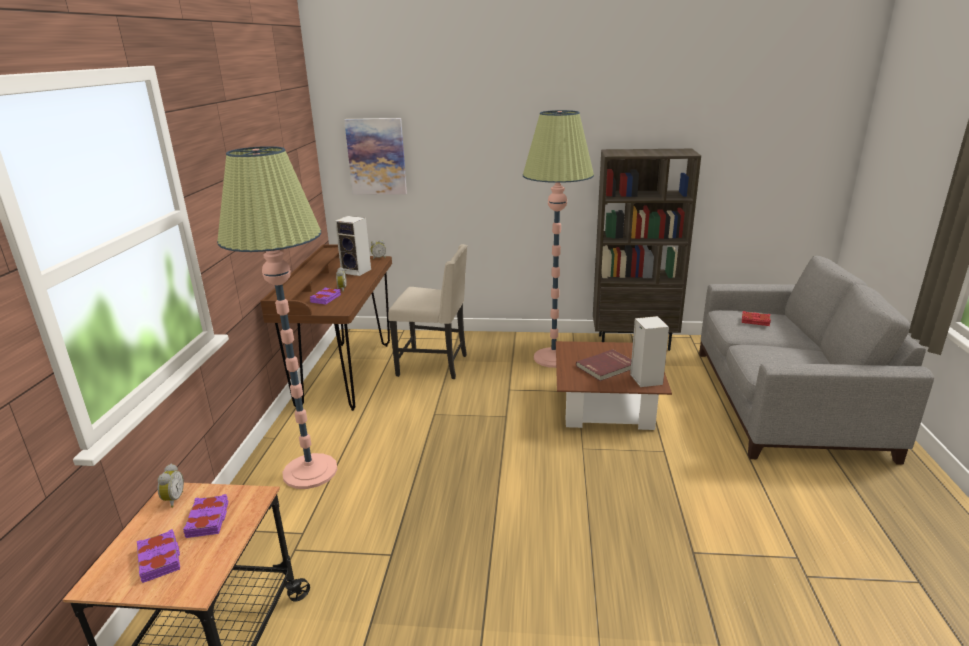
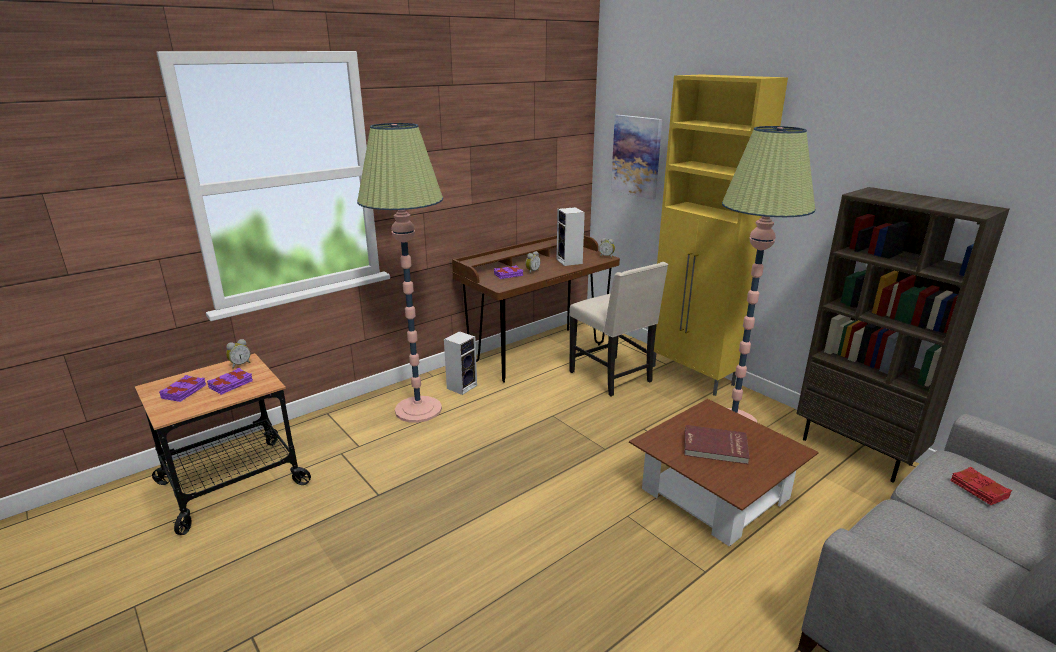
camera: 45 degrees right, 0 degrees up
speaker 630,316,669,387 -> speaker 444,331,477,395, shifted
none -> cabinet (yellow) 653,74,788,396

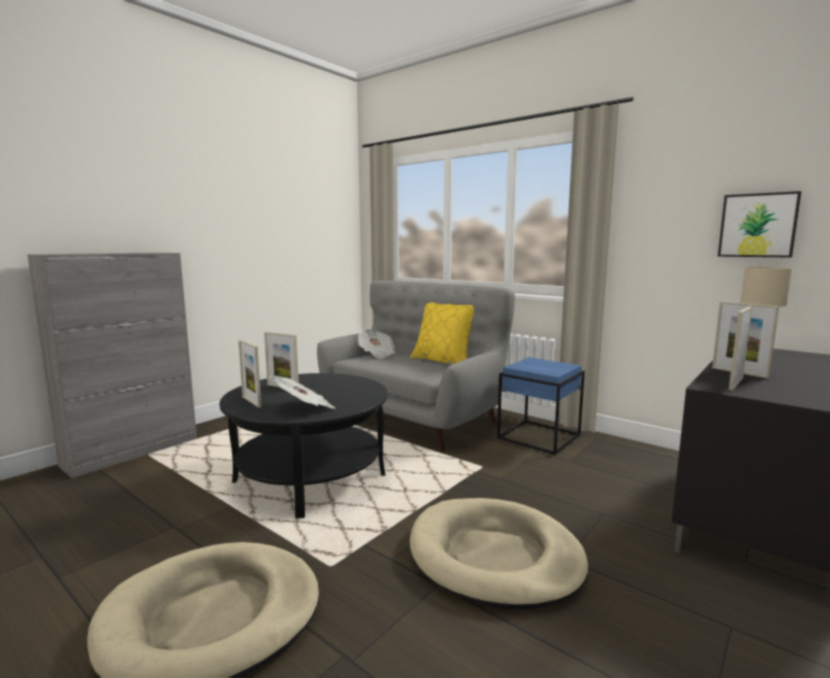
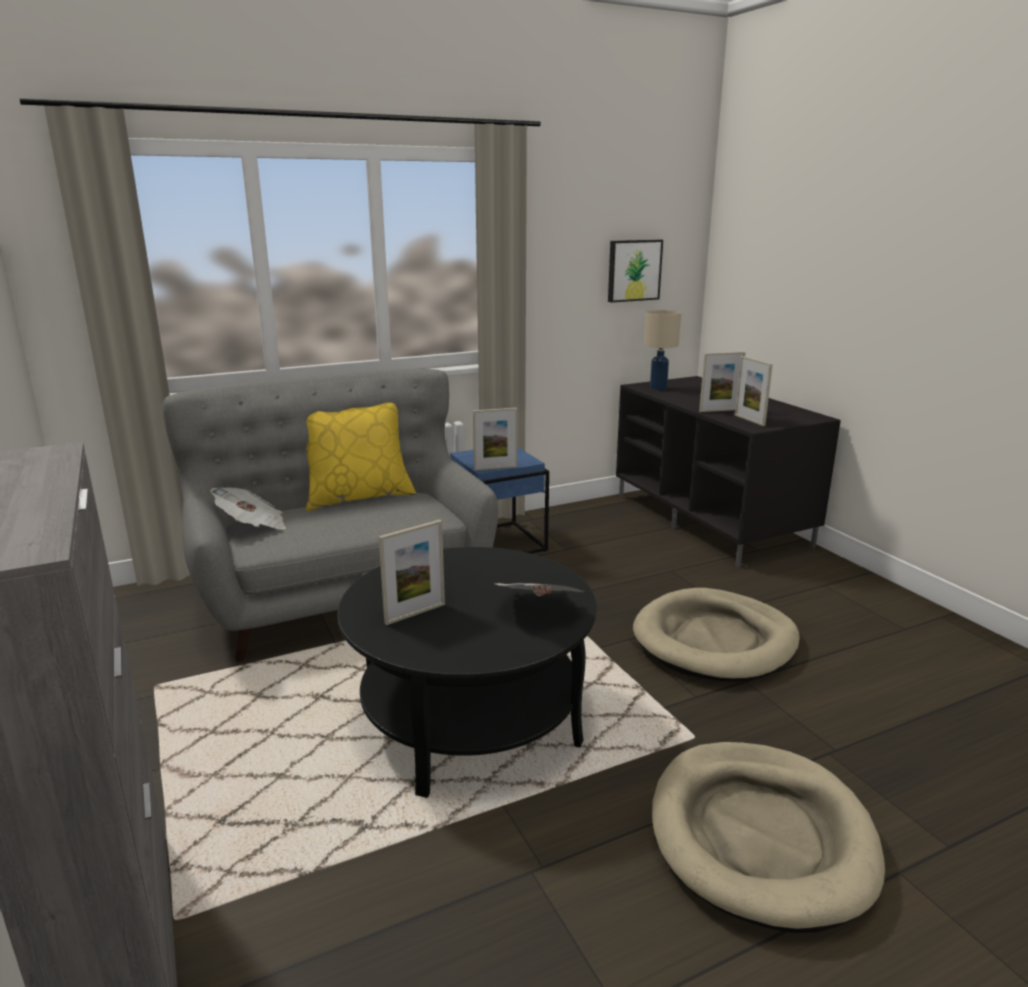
camera: 65 degrees left, 10 degrees up
picture frame 238,339,261,408 -> picture frame 473,408,517,471, shifted

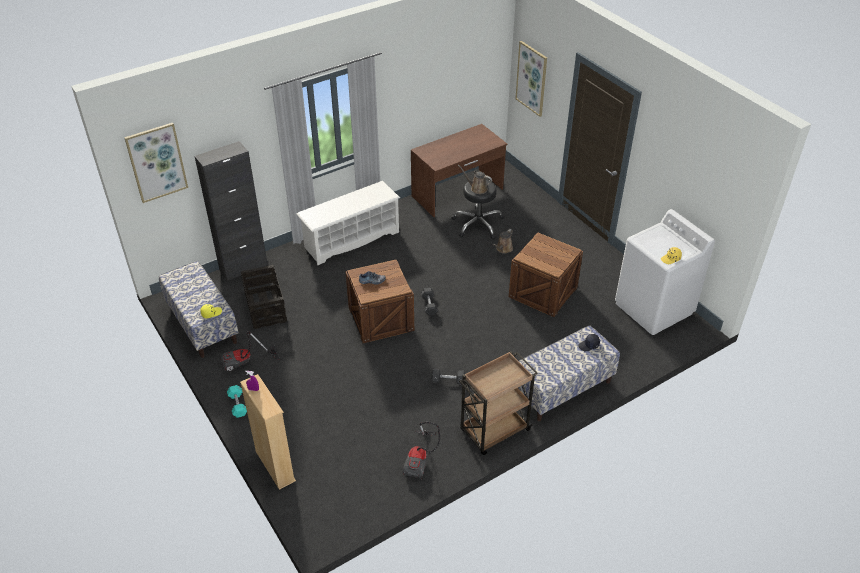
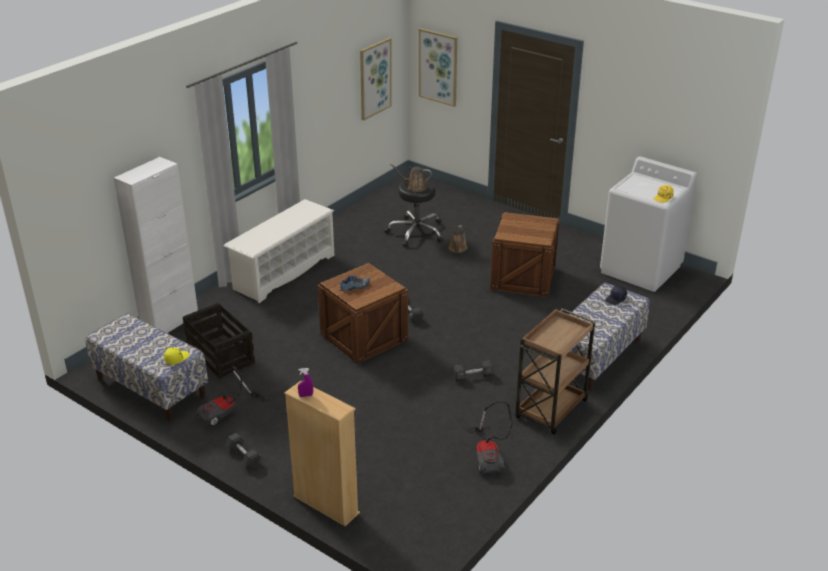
camera: 20 degrees left, 10 degrees down
cabinet (black) 194,141,268,281 -> cabinet (white) 114,157,198,333
dumbbell (turquoise) 227,385,247,418 -> dumbbell (black) 225,433,262,469
picture 124,123,188,203 -> picture 360,38,392,120, shifted
desk (brown) 411,124,507,217 -> none

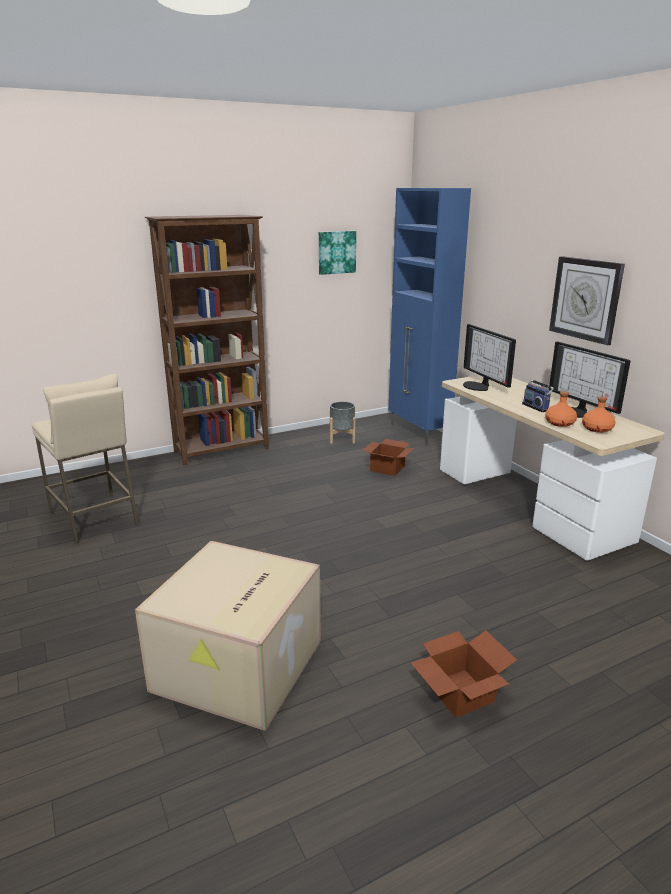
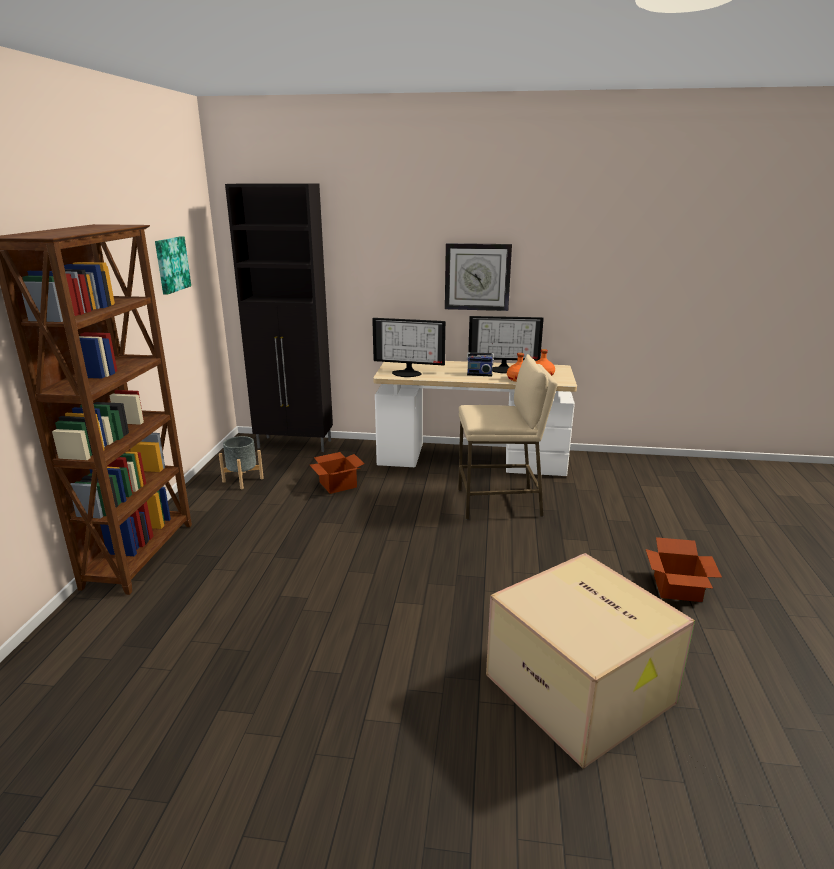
camera: 55 degrees left, 0 degrees up
cabinet (blue) 389,188,471,445 -> cabinet (black) 225,183,333,452
stool (beige) 32,374,139,543 -> stool (beige) 458,354,558,520, shifted

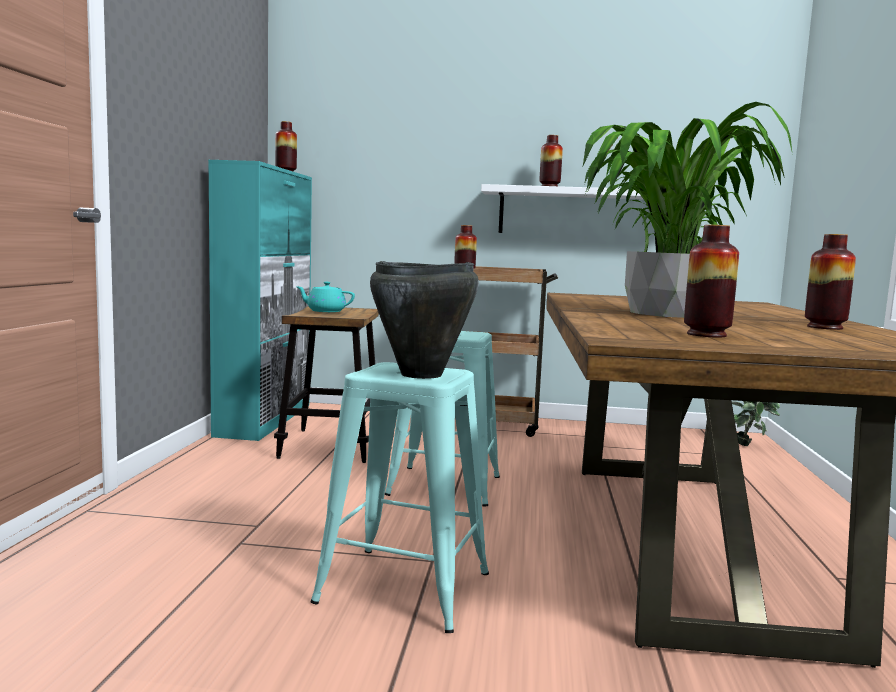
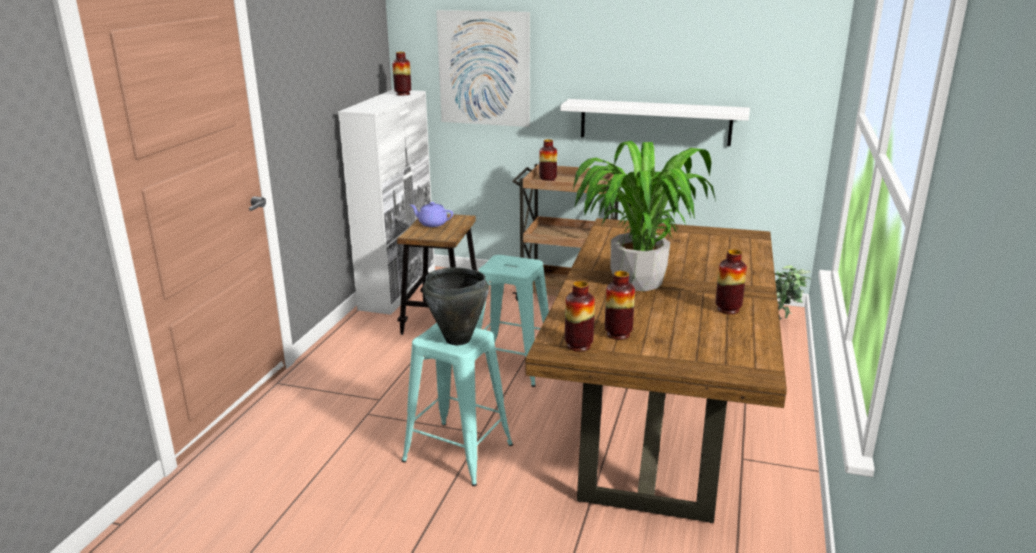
camera: 10 degrees right, 15 degrees up
cabinet (turquoise) 208,160,312,441 -> cabinet (white) 338,89,435,315
teapot (turquoise) 296,282,355,312 -> teapot (purple) 410,202,453,227
none -> picture 436,10,530,127
vase 540,135,563,186 -> vase 565,281,595,352, shifted

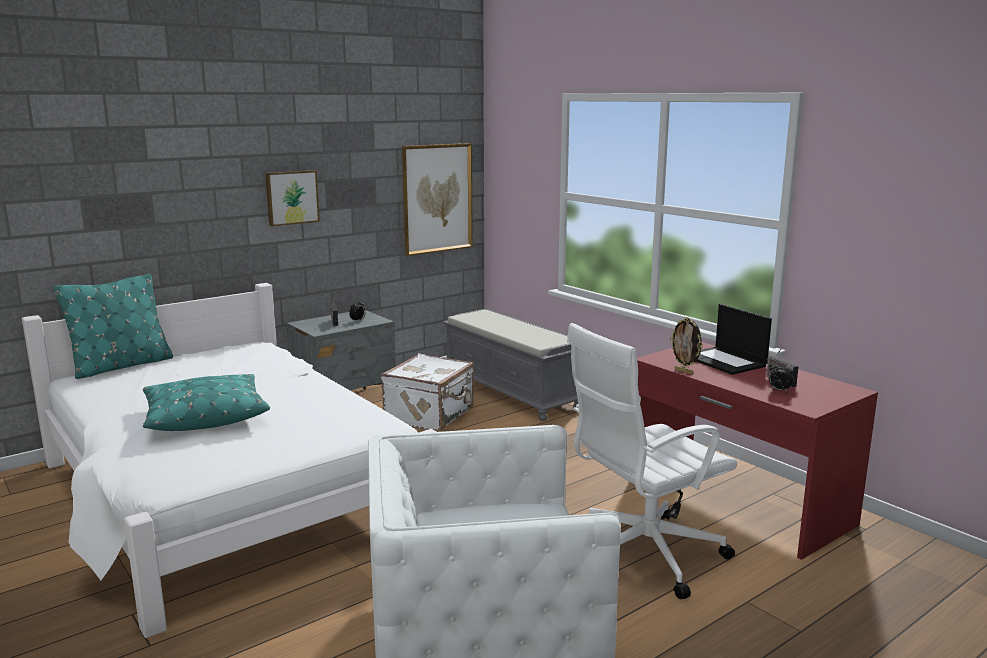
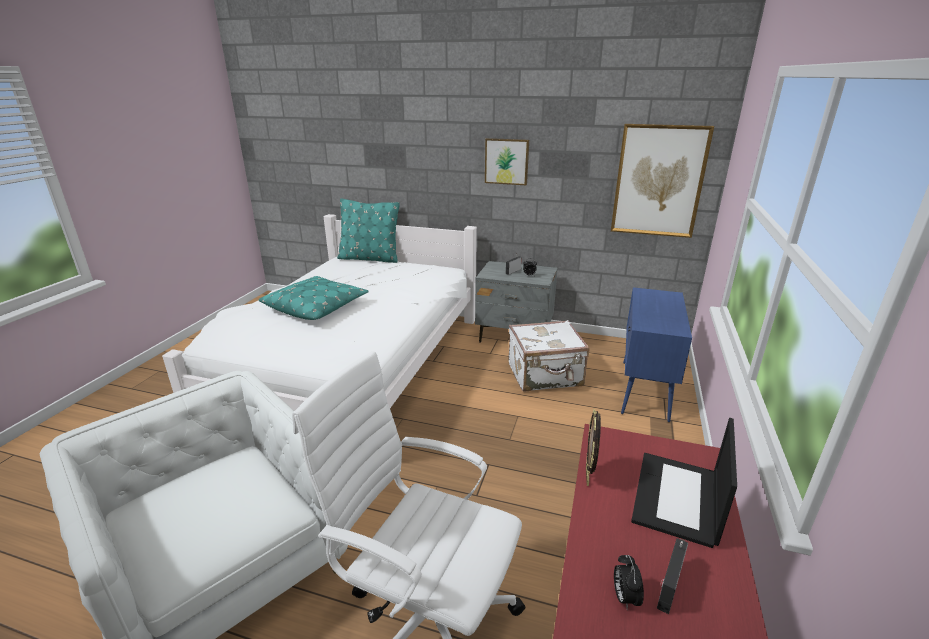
camera: 55 degrees right, 10 degrees up
bench (grey) 442,309,578,421 -> cabinet (blue) 621,287,692,422

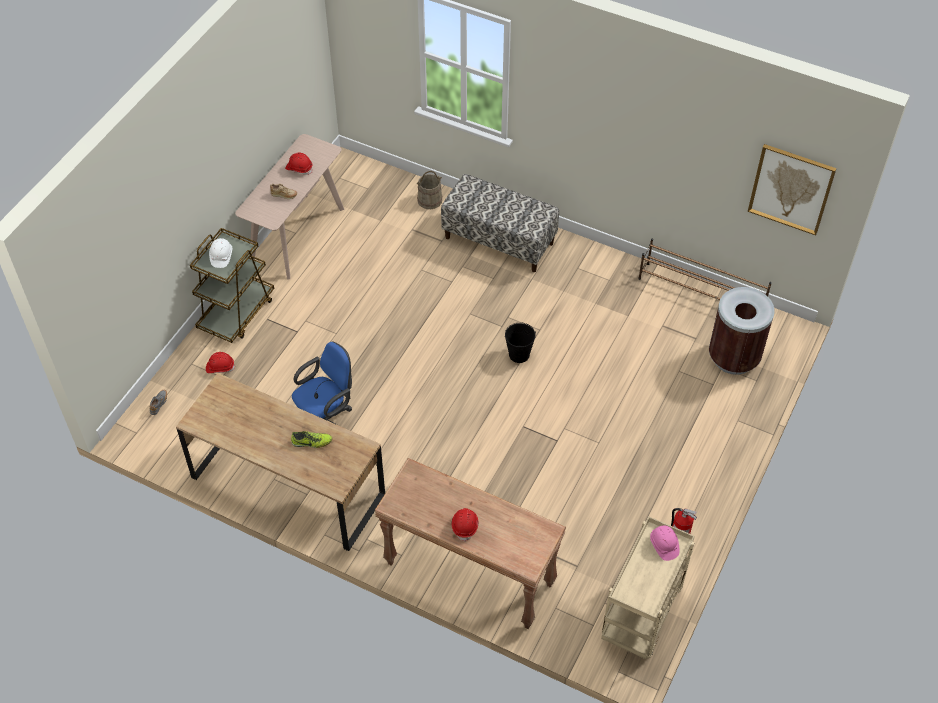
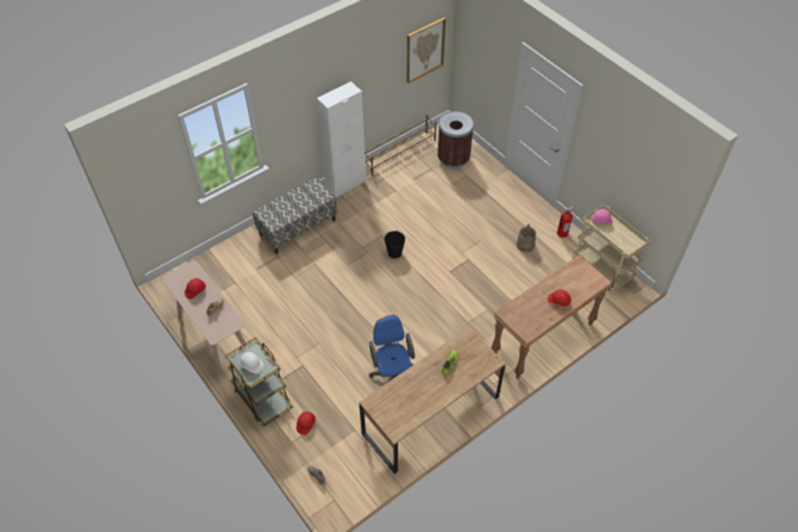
camera: 65 degrees left, 0 degrees up
none -> cabinet (white) 317,81,366,198
bucket (beige) 417,171,442,209 -> bucket (beige) 516,224,536,252, shifted

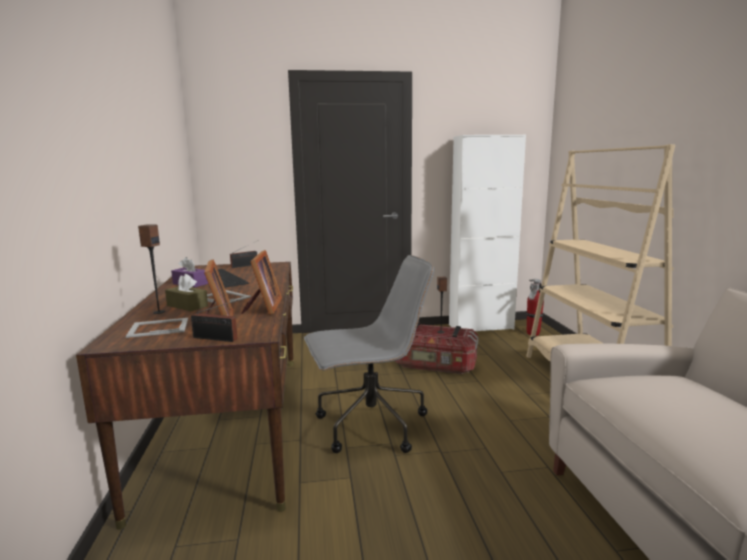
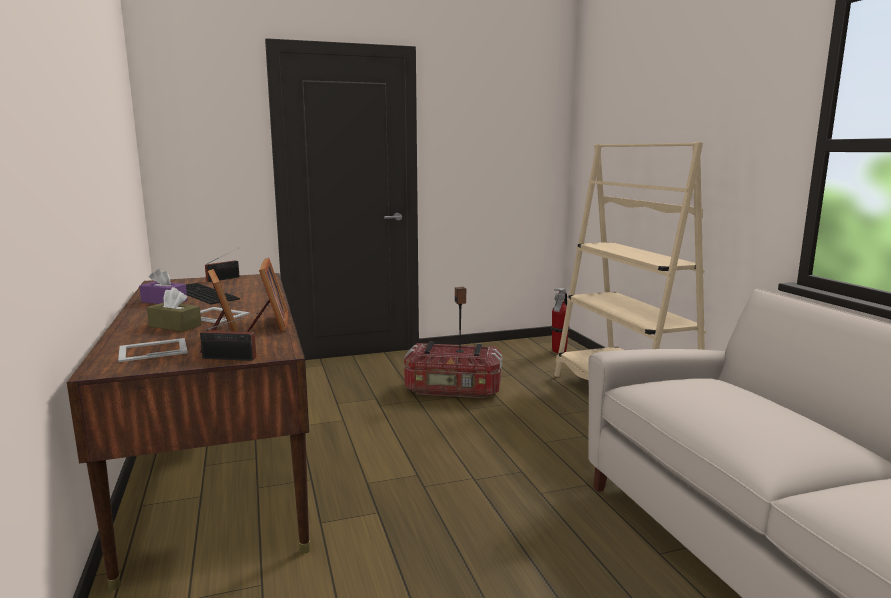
camera: 10 degrees left, 0 degrees up
speaker 138,224,165,314 -> none
office chair (grey) 304,255,434,453 -> none
cabinet (white) 449,135,526,331 -> none

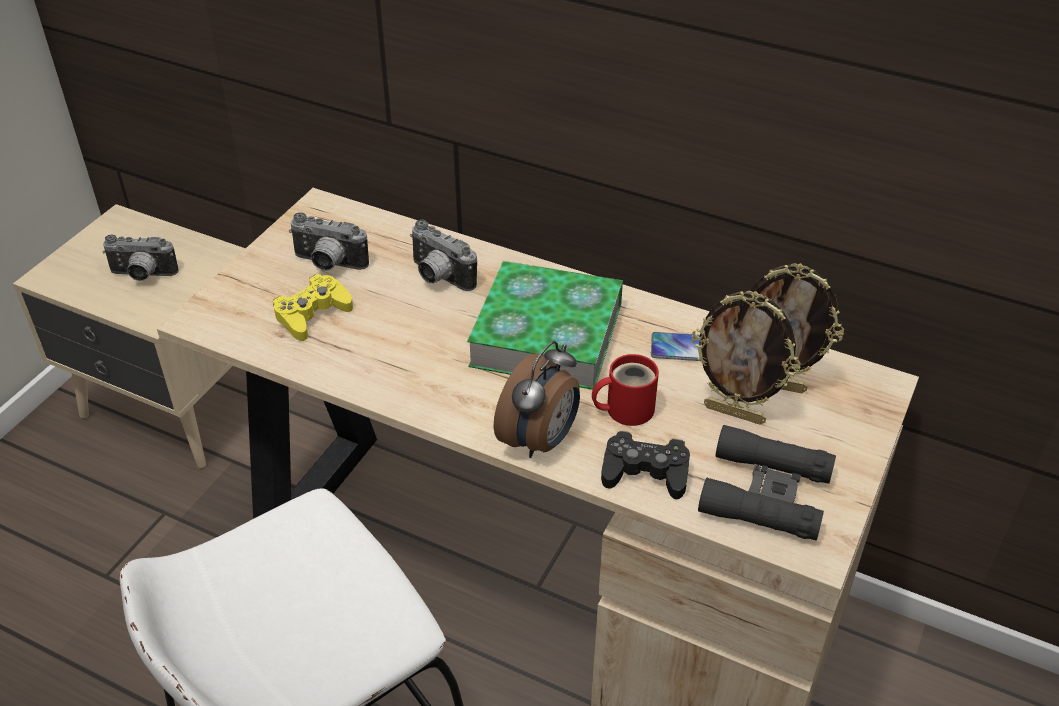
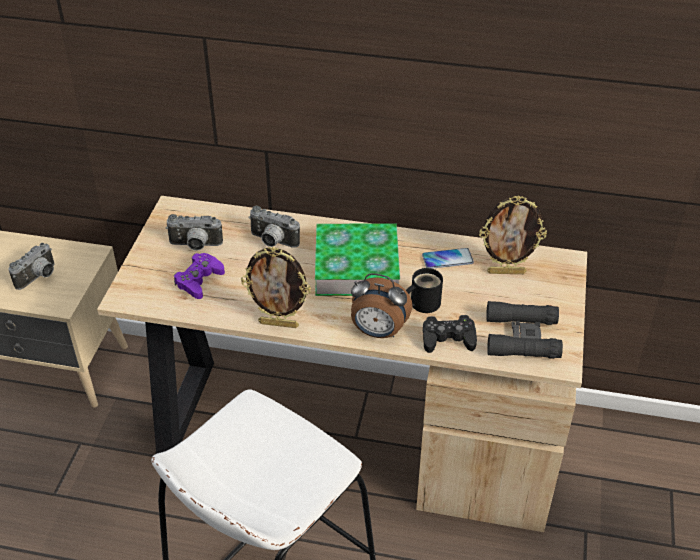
camera: 15 degrees left, 0 degrees up
photo camera 103,235,179,281 -> photo camera 8,243,55,290, 45 degrees counterclockwise
game controller (yellow) 273,274,353,341 -> game controller (purple) 174,253,225,299
picture frame 692,291,800,425 -> picture frame 241,247,311,328, shifted
alarm clock 494,341,580,458 -> alarm clock 351,273,412,338, 90 degrees clockwise
mug (red) 592,354,659,426 -> mug (black) 406,268,443,313

